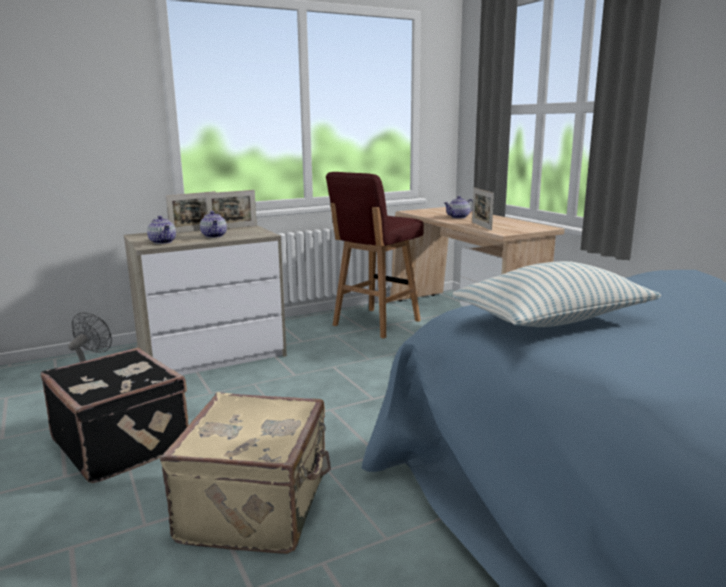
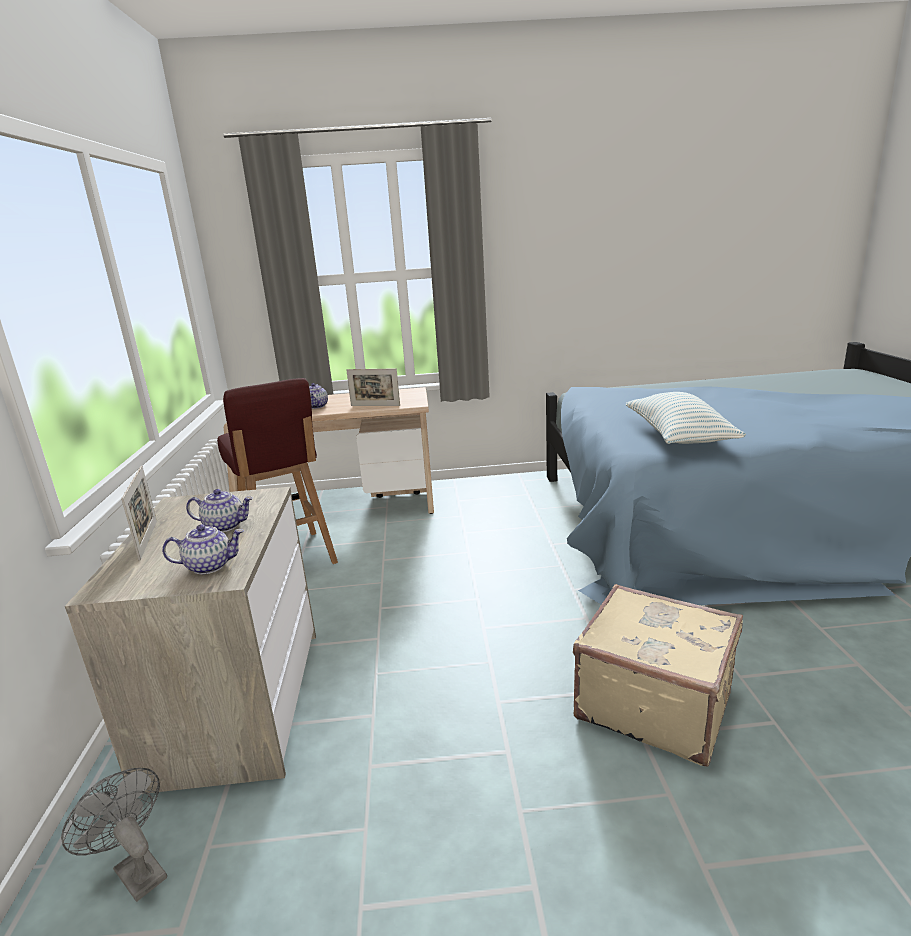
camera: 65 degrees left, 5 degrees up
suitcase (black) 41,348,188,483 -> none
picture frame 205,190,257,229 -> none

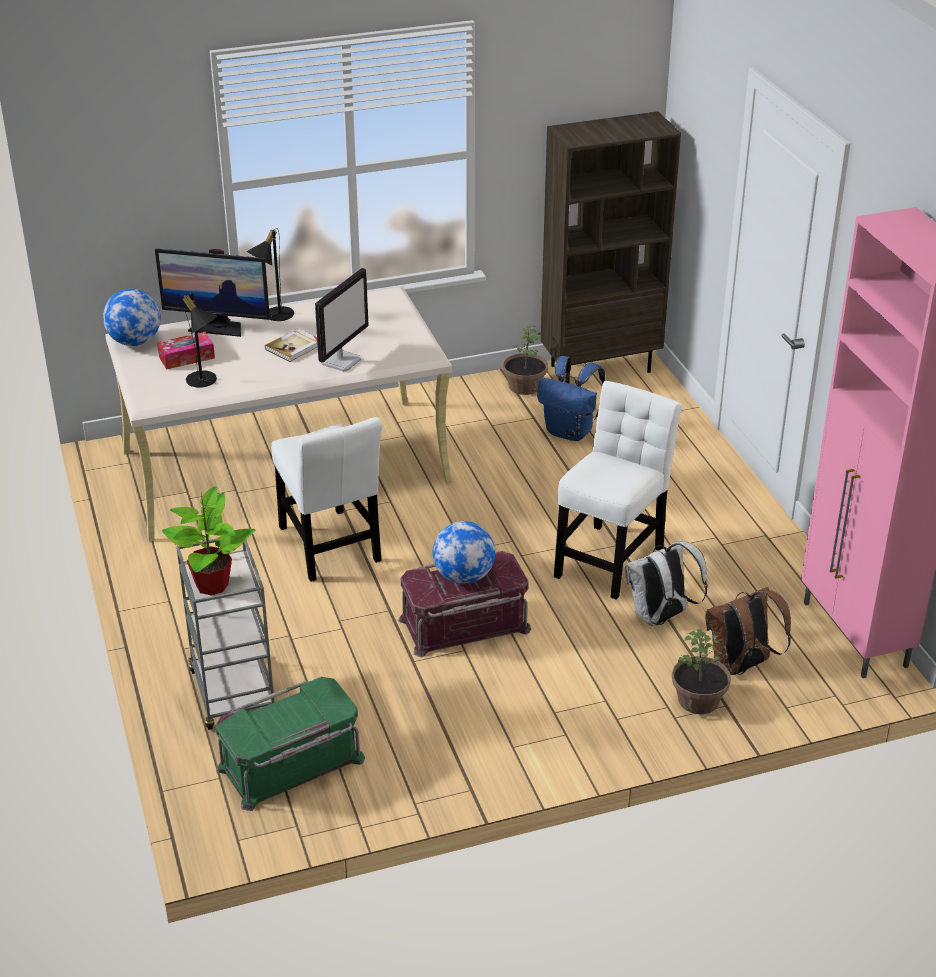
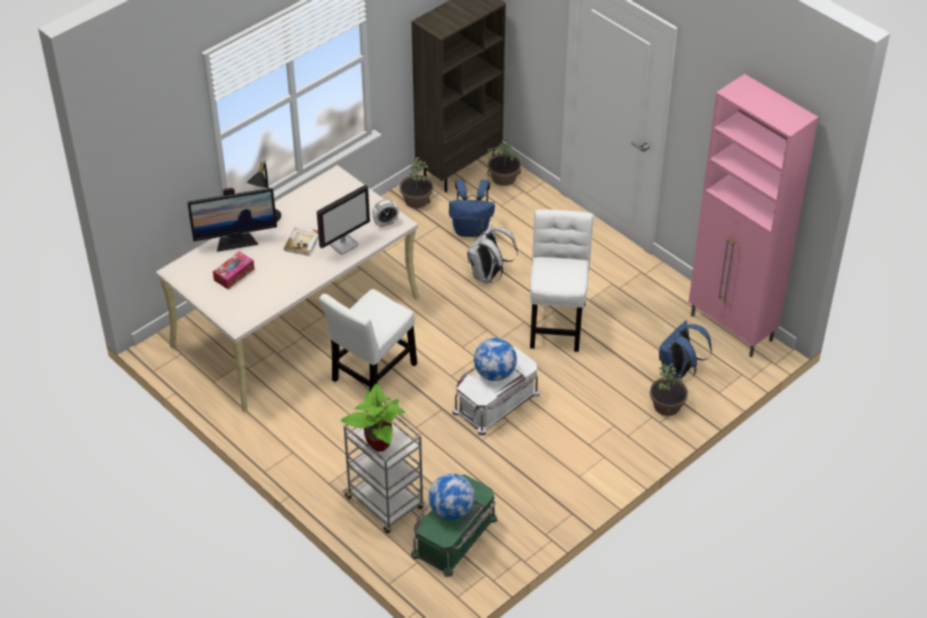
camera: 25 degrees left, 10 degrees up
monitor 315,268,369,372 -> monitor 317,185,370,255, 45 degrees clockwise
chair (white) 271,417,382,582 -> chair (white) 319,289,417,391, 90 degrees clockwise
none -> alarm clock 372,199,399,227
globe 103,289,161,346 -> globe 429,473,475,520, shifted
storage box (red) 398,551,531,657 -> storage box (white) 453,347,540,436
backpack (white) 625,539,708,626 -> backpack (white) 467,225,518,284, shifted
none -> potted plant 487,139,521,186
backpack (brown) 706,587,791,675 -> backpack (blue) 659,320,712,382
table lamp (black) 181,292,217,388 -> none

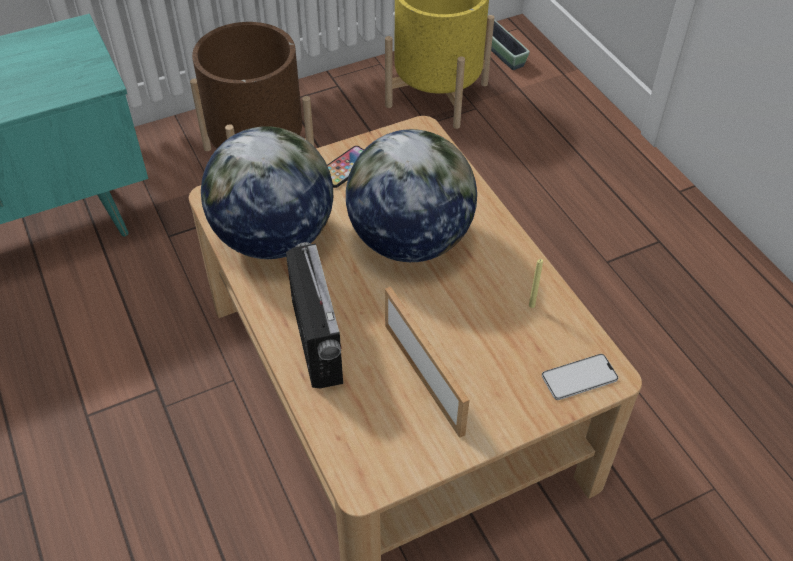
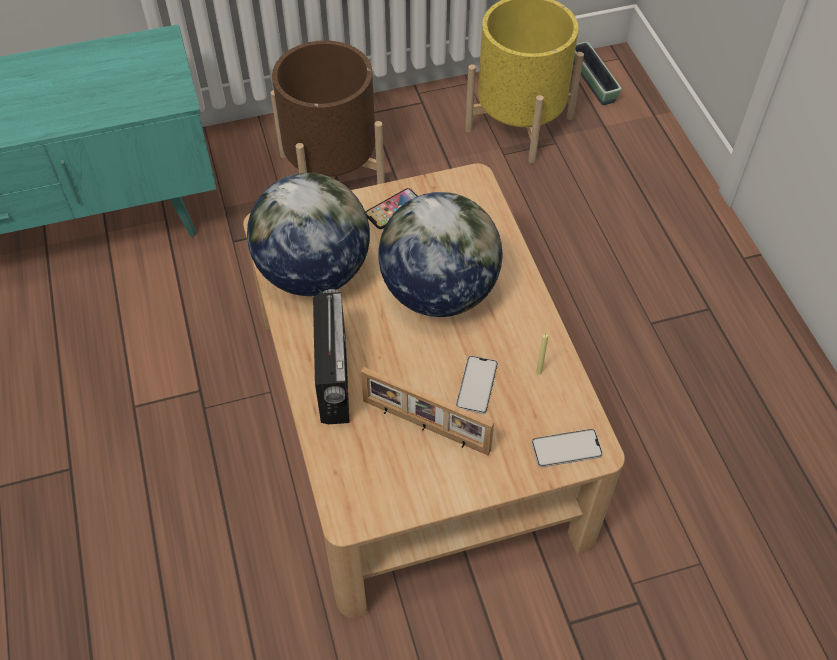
camera: 10 degrees right, 5 degrees up
picture frame 385,286,469,438 -> picture frame 361,367,494,456, 135 degrees clockwise
none -> phone 456,356,498,414

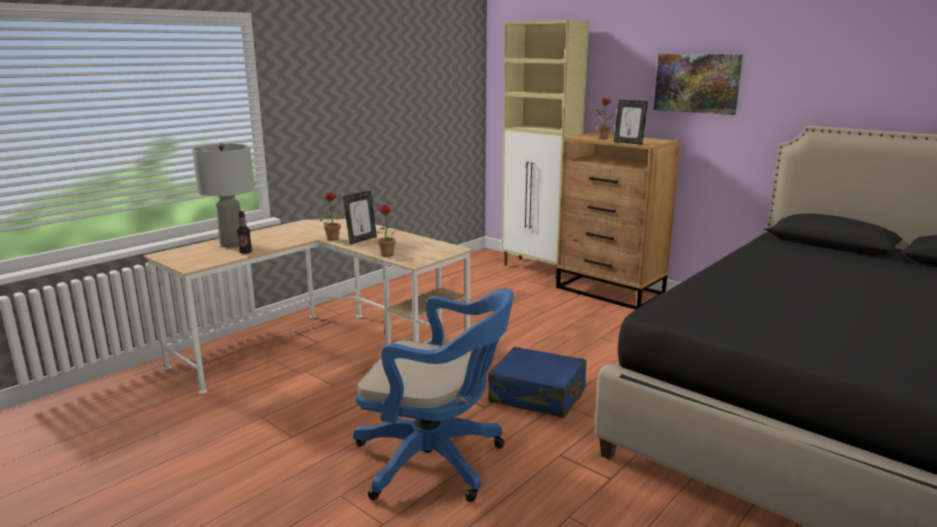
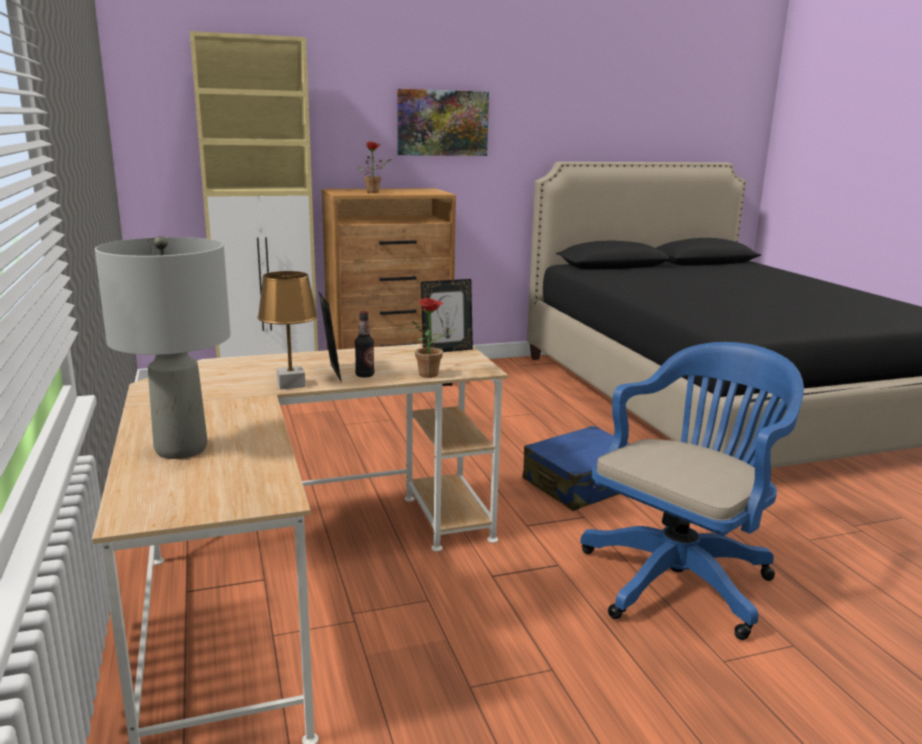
camera: 60 degrees left, 0 degrees up
potted plant 316,193,345,241 -> table lamp (brown) 258,271,318,389
bottle 237,211,252,254 -> bottle 355,311,374,378, shifted
picture frame 614,100,648,145 -> picture frame 421,279,473,352, shifted

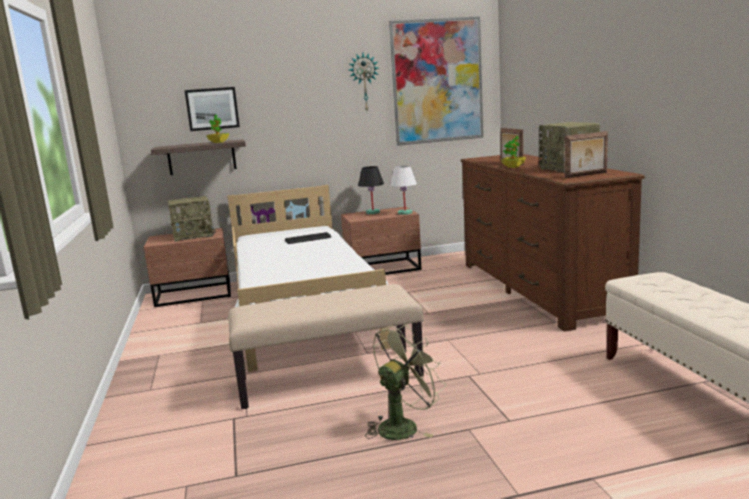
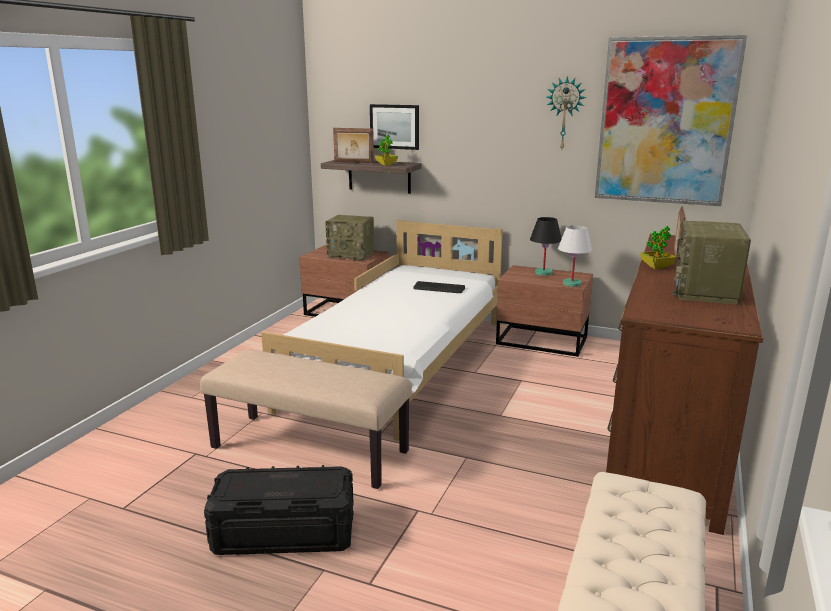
camera: 35 degrees right, 5 degrees up
fan (green) 365,324,446,440 -> storage box (black) 204,465,354,555
picture frame 564,131,608,179 -> picture frame 333,128,374,163, shifted

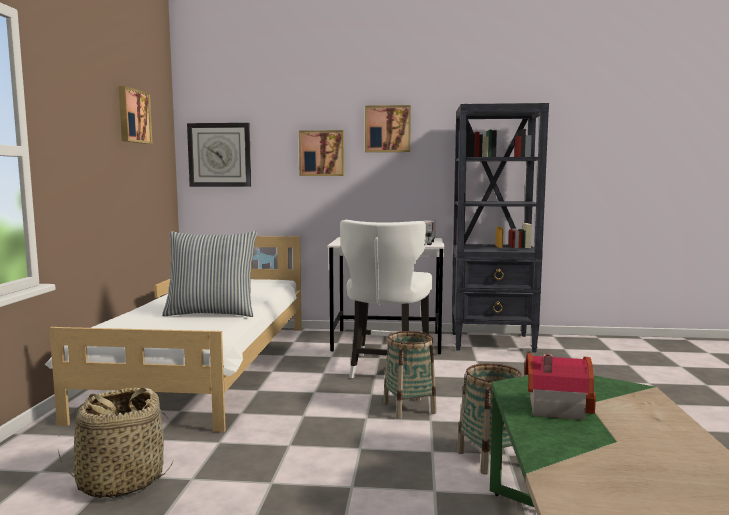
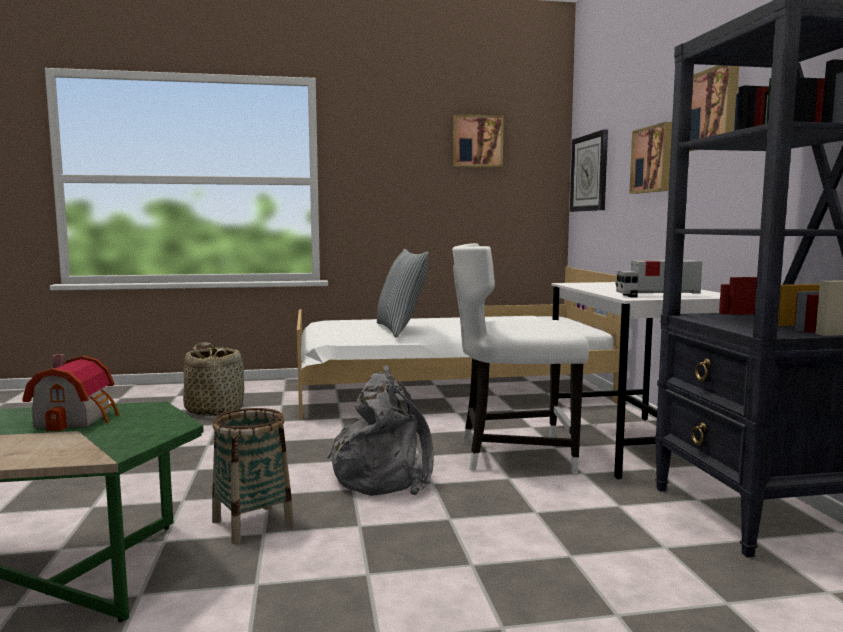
camera: 75 degrees right, 0 degrees up
basket 383,331,437,419 -> backpack (grey) 327,365,433,496

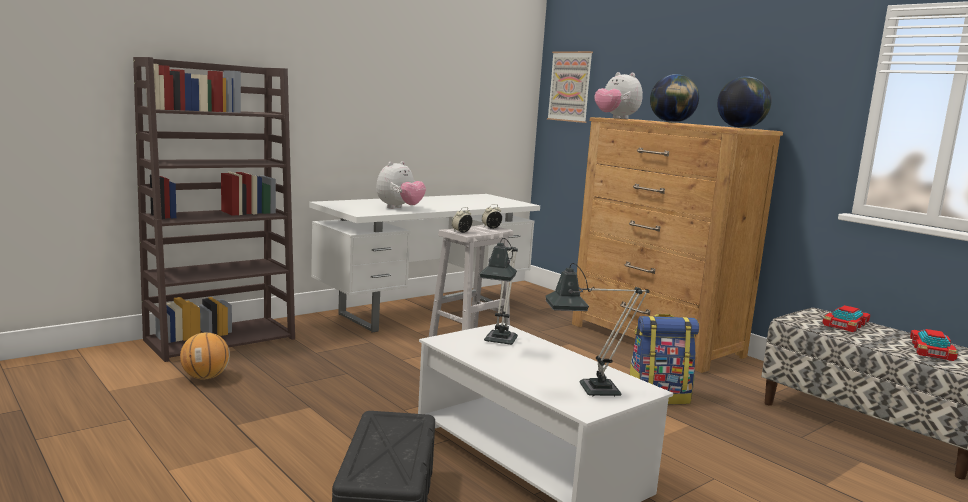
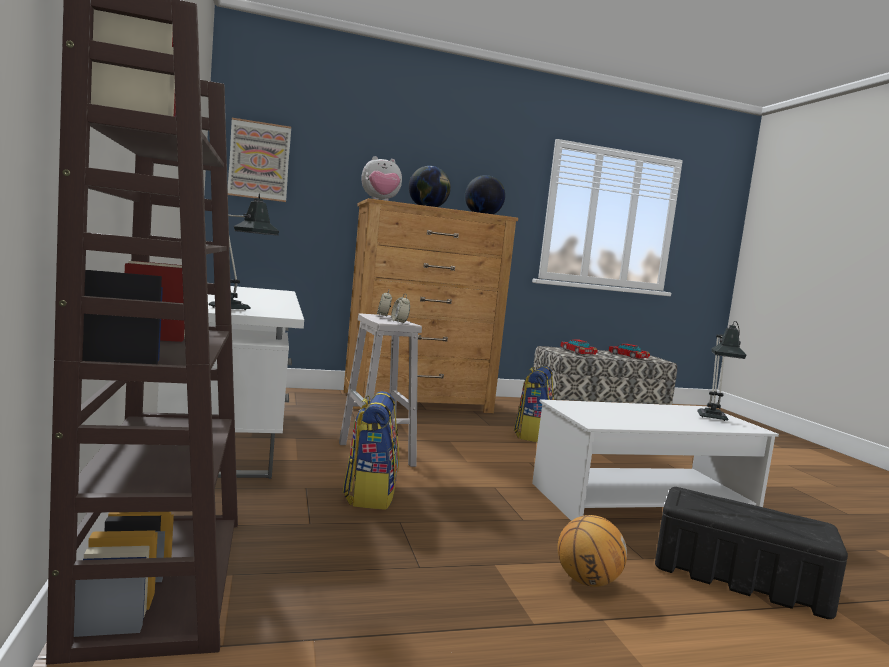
camera: 65 degrees left, 5 degrees down
table lamp 480,238,518,345 -> table lamp 209,193,280,310, shifted
none -> backpack 343,391,399,510
basketball 180,332,230,380 -> basketball 558,515,627,587, shifted
plush toy 376,161,426,209 -> none

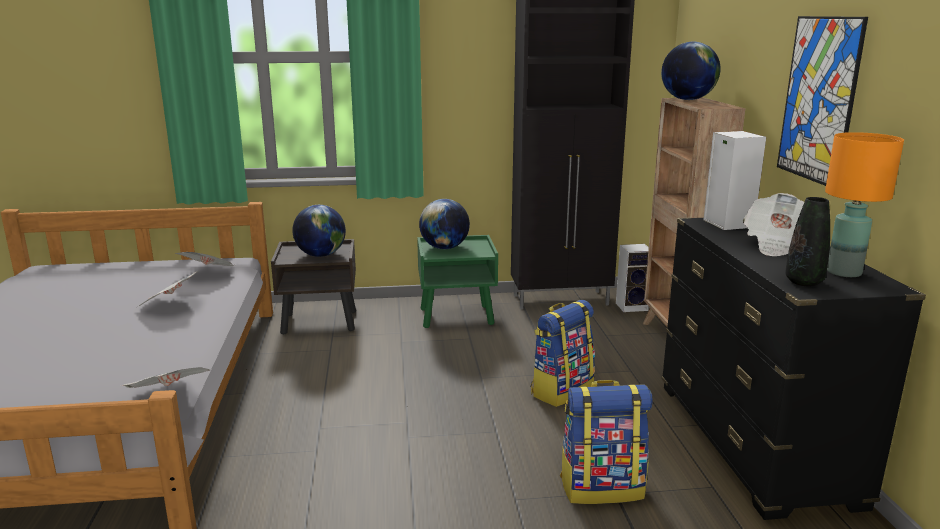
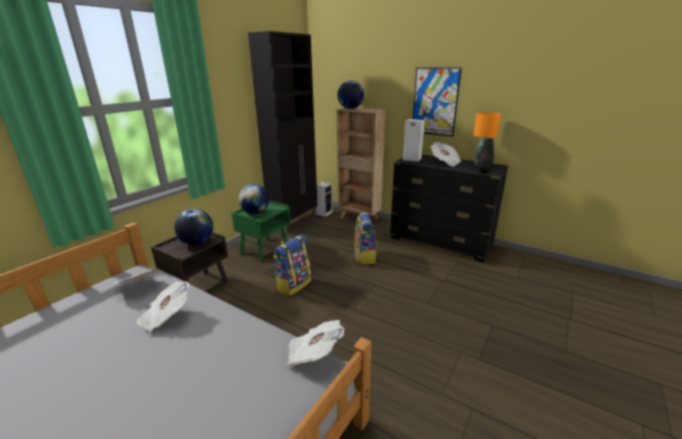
camera: 50 degrees left, 5 degrees up
backpack 560,380,653,504 -> backpack 274,235,312,296, shifted

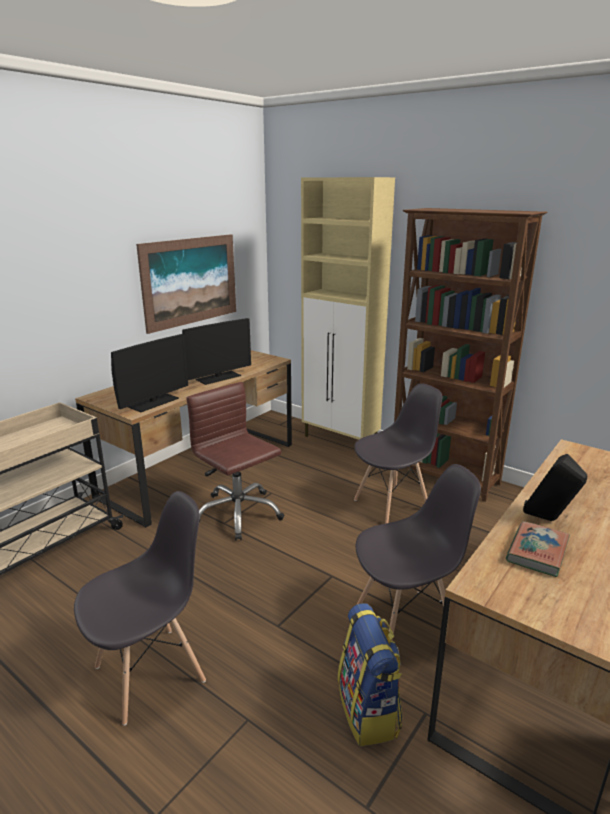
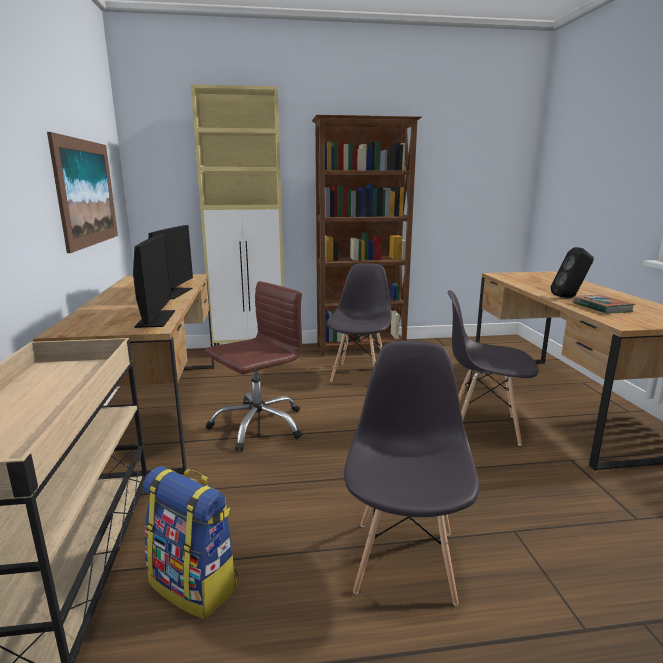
camera: 45 degrees left, 5 degrees down
backpack 338,603,403,746 -> backpack 143,466,238,619, shifted
office chair (brown) 186,382,284,541 -> office chair (brown) 205,281,302,451, 135 degrees clockwise
chair (grey) 355,464,481,640 -> chair (grey) 447,290,539,446, 105 degrees counterclockwise

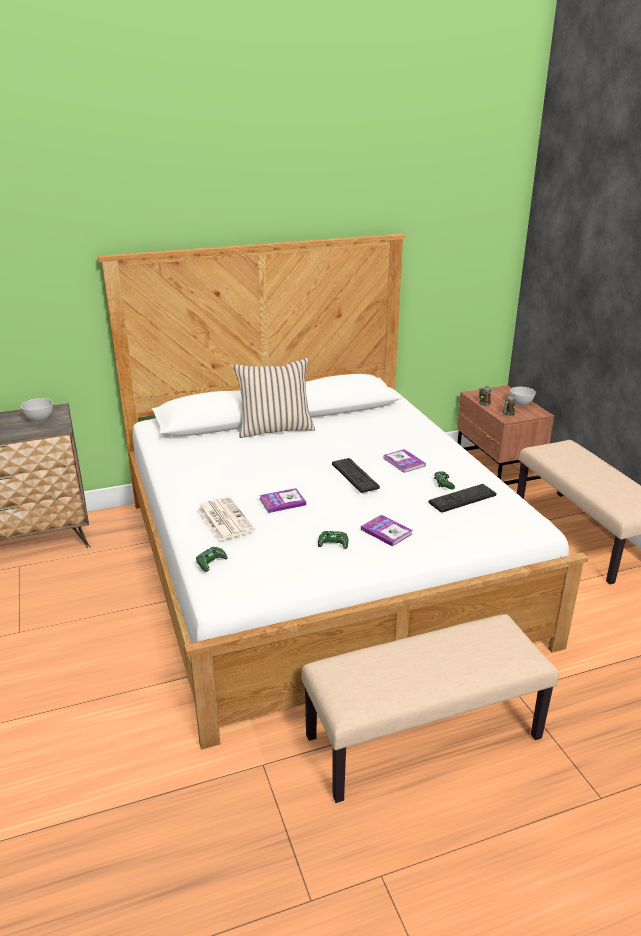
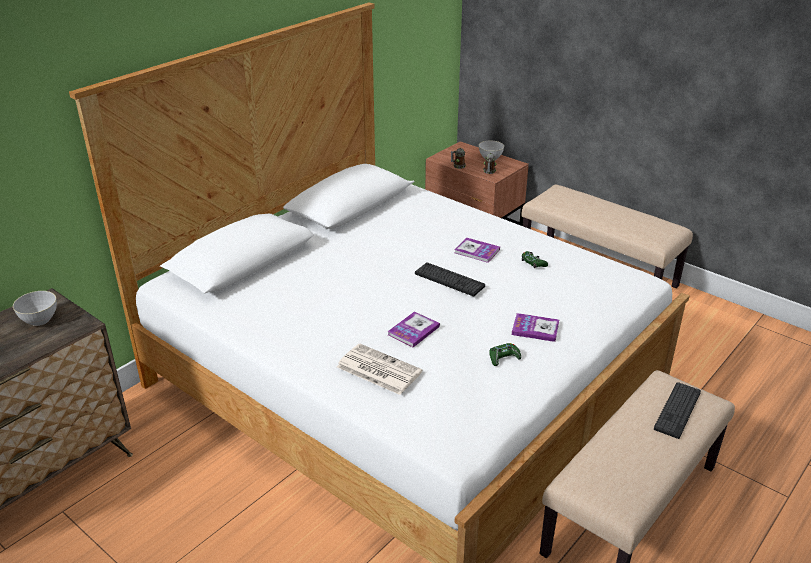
camera: 30 degrees left, 5 degrees up
keyboard 429,484,496,513 -> keyboard 654,382,701,439, shifted
game controller (green) 196,547,227,572 -> none
pillow (beige) 233,358,315,438 -> none

